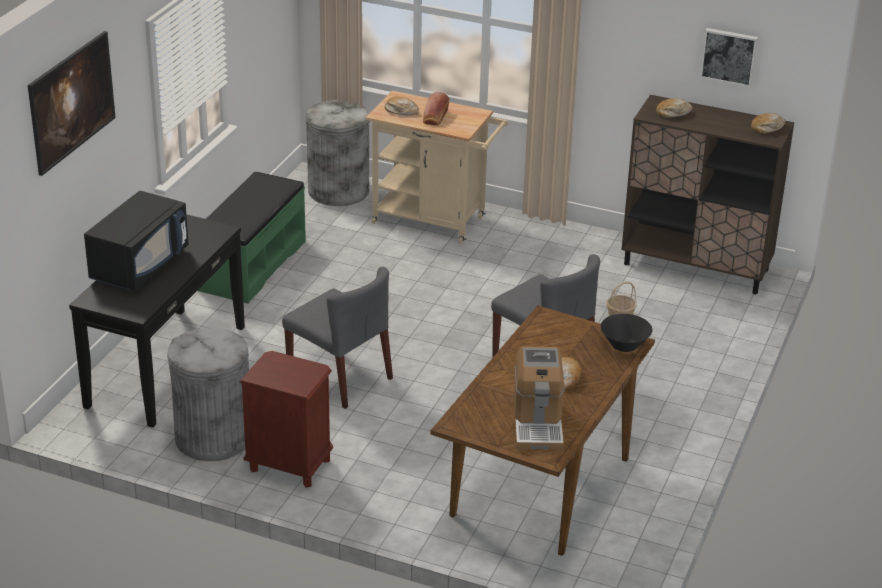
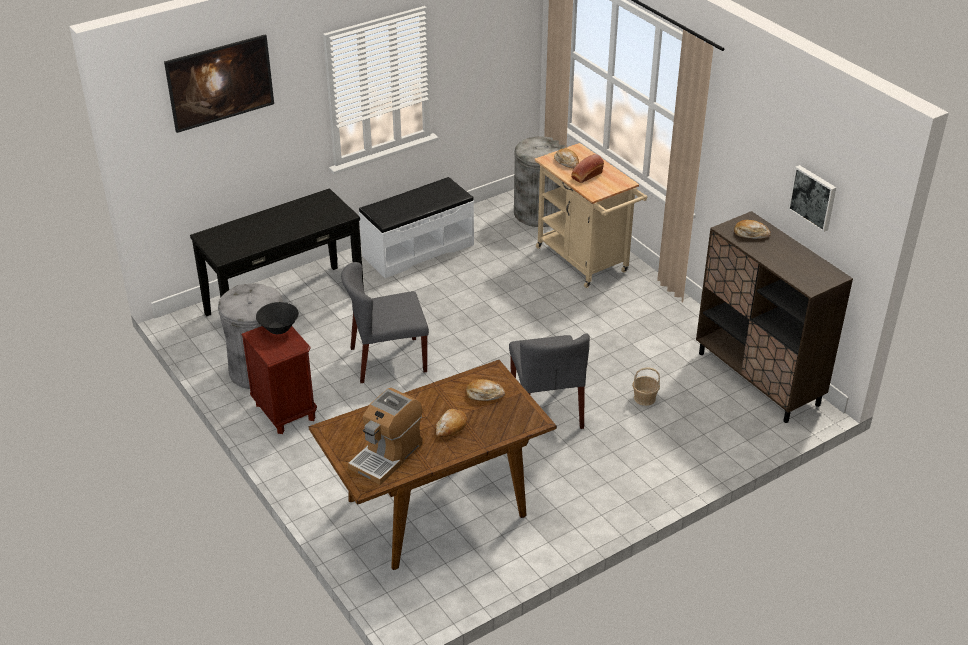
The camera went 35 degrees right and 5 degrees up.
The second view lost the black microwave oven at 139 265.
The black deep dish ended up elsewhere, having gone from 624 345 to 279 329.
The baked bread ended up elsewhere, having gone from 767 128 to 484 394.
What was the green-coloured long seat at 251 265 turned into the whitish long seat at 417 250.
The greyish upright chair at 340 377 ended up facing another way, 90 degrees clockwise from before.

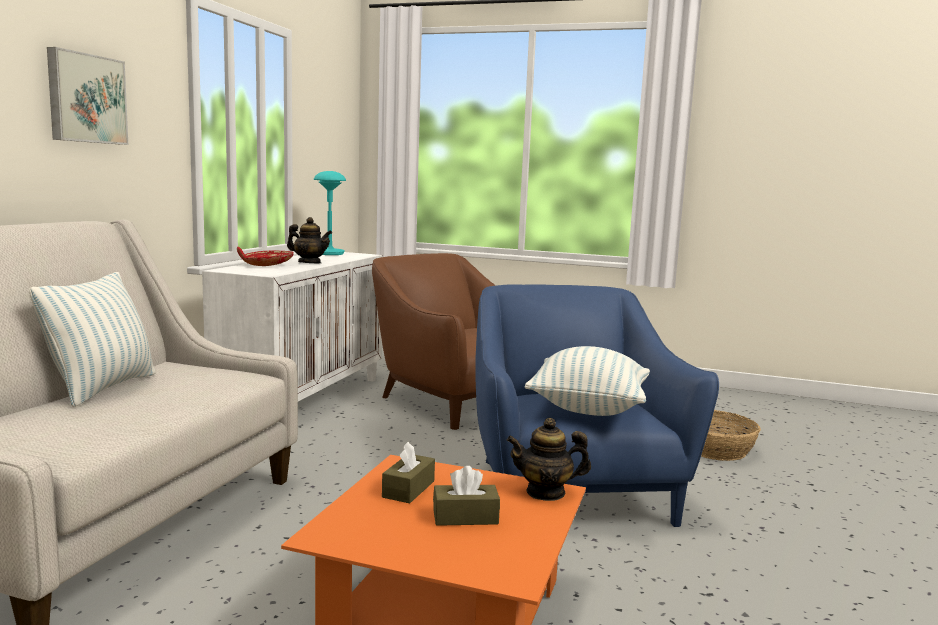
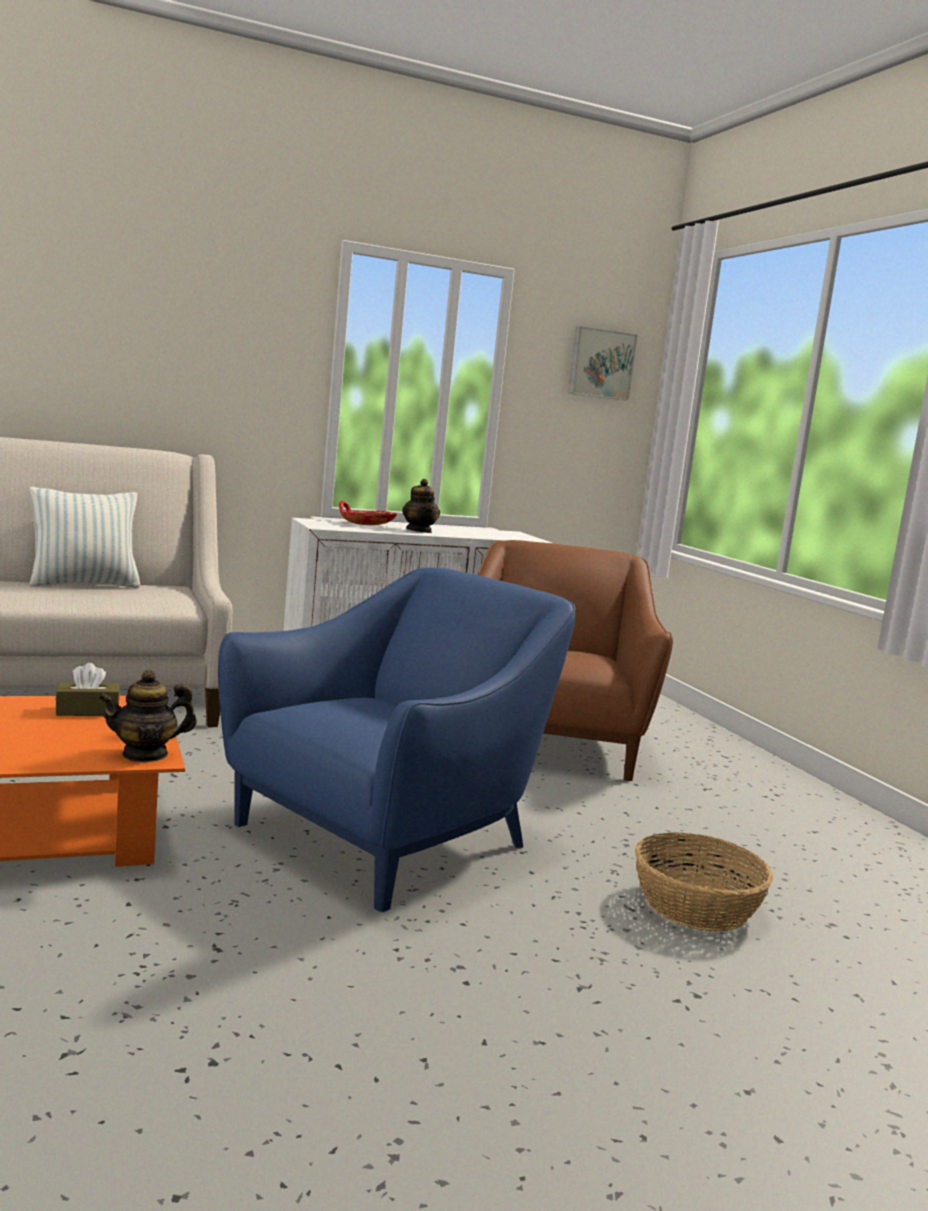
The camera went 50 degrees right and 0 degrees up.
The second view lost the turquoise table lamp at 329 253.
The second view lost the brown-coloured tissue holder at 465 517.
The second view lost the pillow at 588 408.
The wall art ended up elsewhere, having gone from 86 98 to 600 364.
The tea pot at 546 492 ended up facing another way, 75 degrees counterclockwise from before.

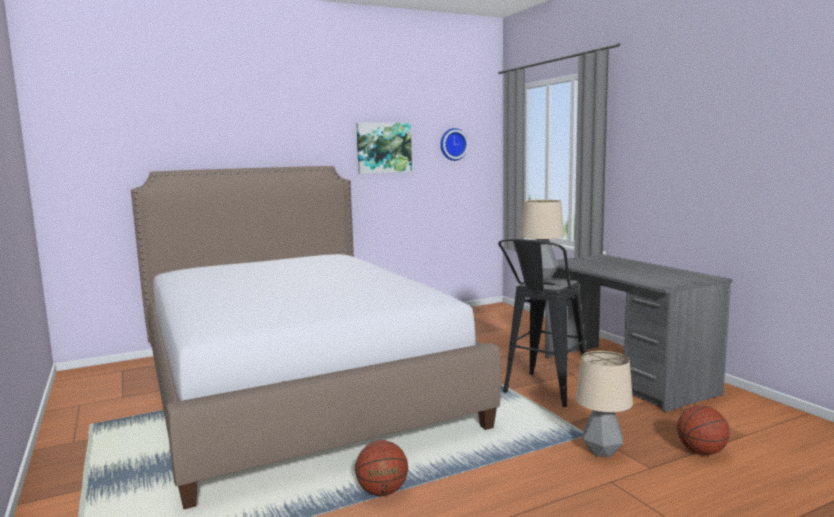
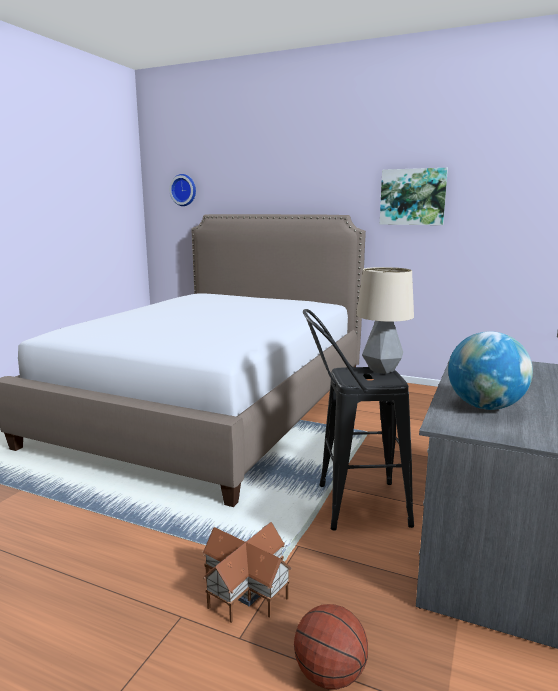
The camera went 50 degrees right and 5 degrees up.
The second view lost the ball for basketball at 382 492.
The second view gained the globe at 485 406.
The wall clock ended up elsewhere, having gone from 453 144 to 184 190.
Where the table lamp stood at 601 452, the miniature house came to stand at 246 588.

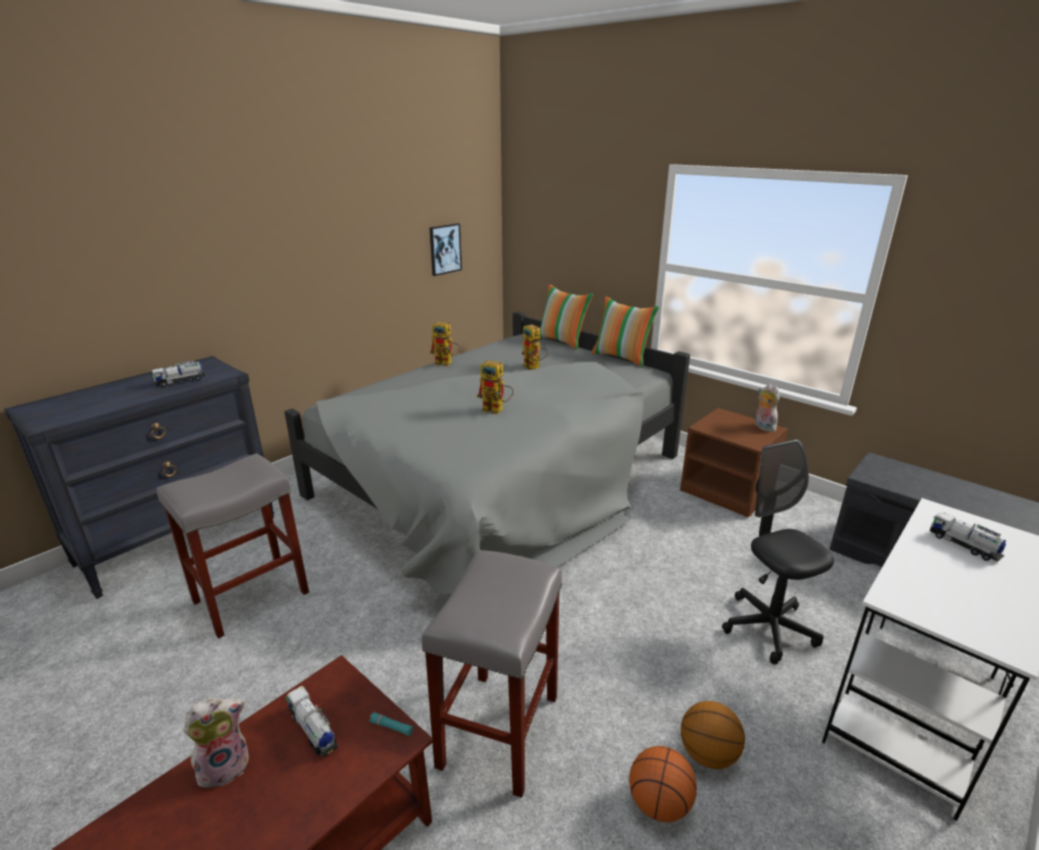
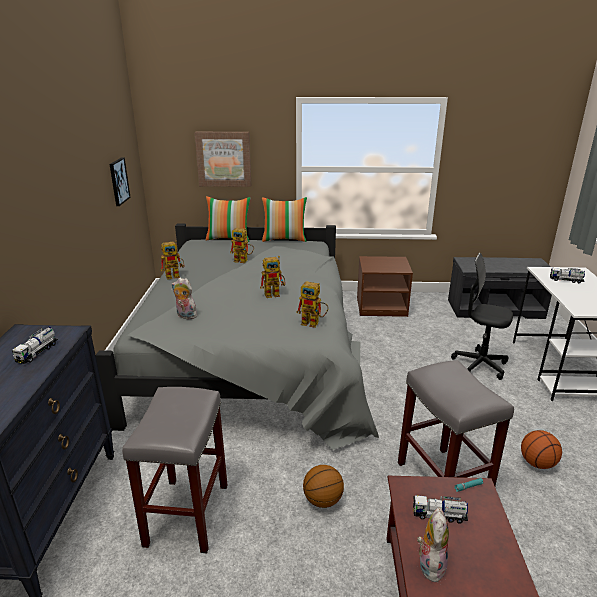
The camera went 40 degrees left and 0 degrees up.
The second view gained the wall art at 224 159.
The second view gained the robot figure at 314 323.
The ball for basketball ended up elsewhere, having gone from 707 754 to 322 500.
The plush toy ended up elsewhere, having gone from 762 427 to 185 316.

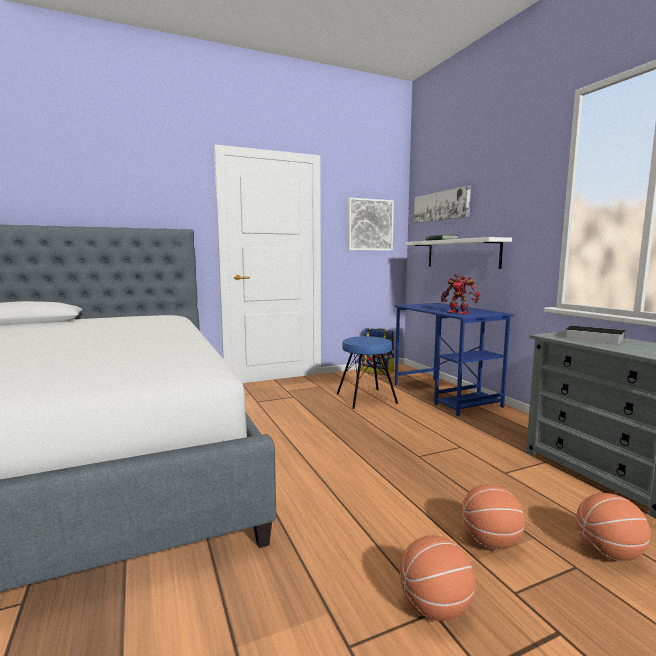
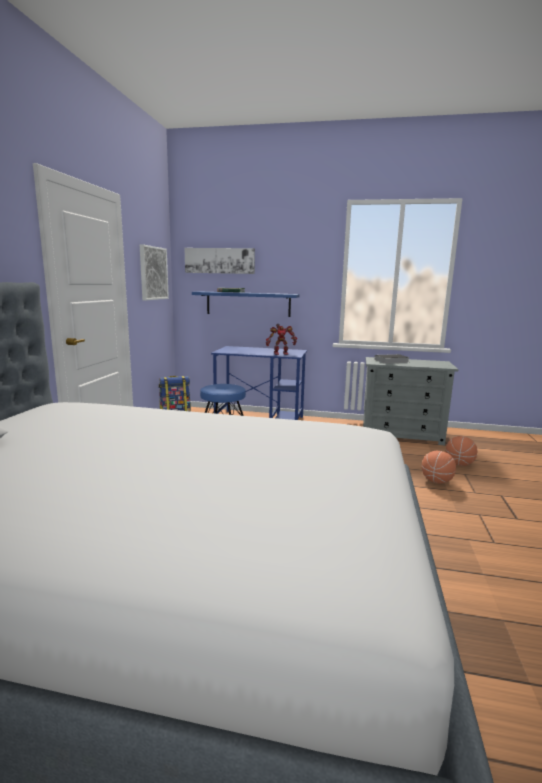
The camera went 55 degrees left and 5 degrees up.
The second view lost the ball for basketball at 435 607.
What was the whitish bracket shelf at 462 253 turned into the bluish bracket shelf at 248 304.

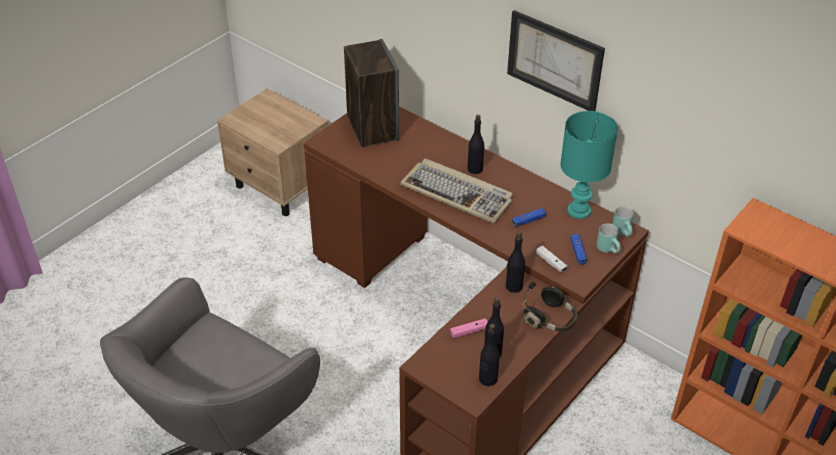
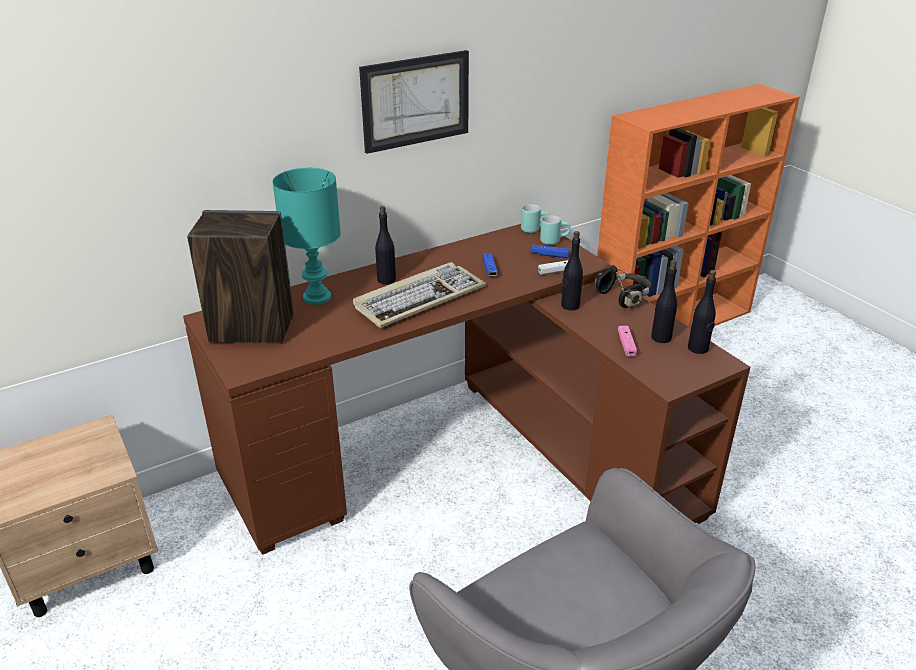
The camera went 70 degrees left and 10 degrees down.
The turquoise table lamp ended up elsewhere, having gone from 579 211 to 318 297.

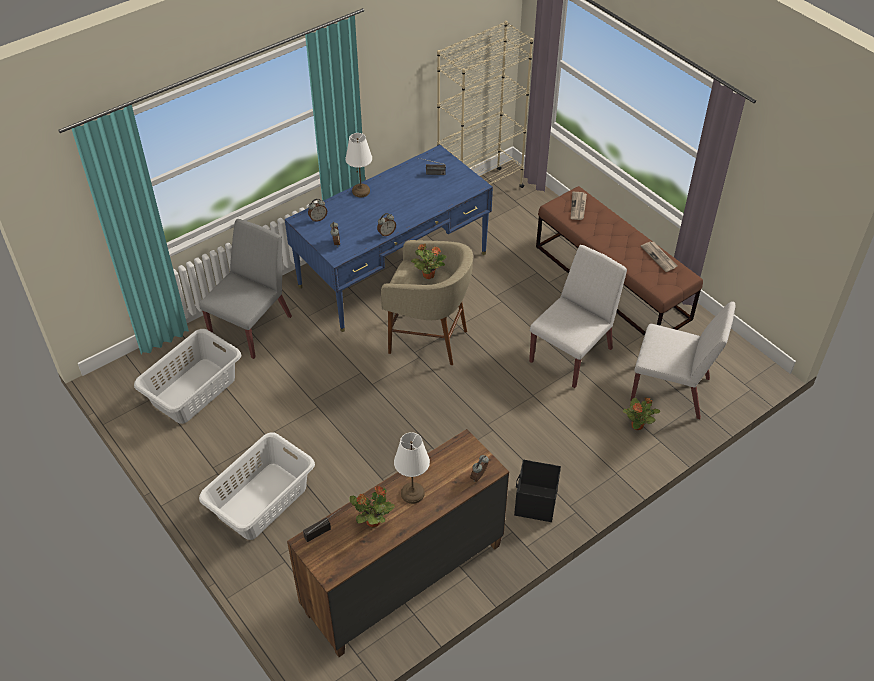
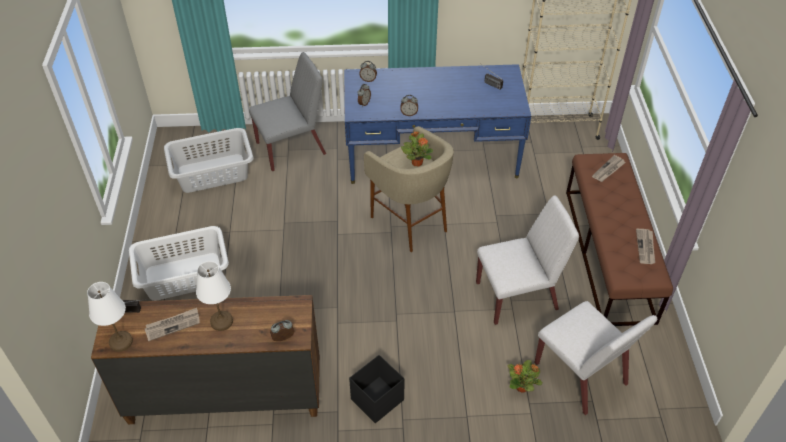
The camera went 35 degrees right and 0 degrees up.
The whitish table lamp ended up elsewhere, having gone from 361 191 to 121 341.
Where the houseplant stood at 372 521, the daily paper came to stand at 173 325.

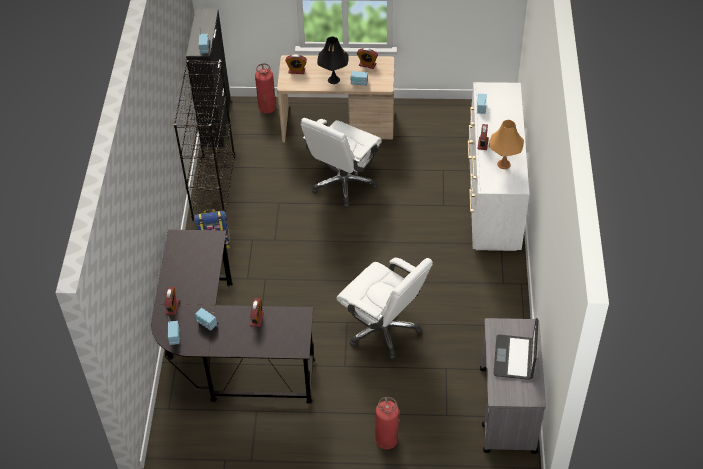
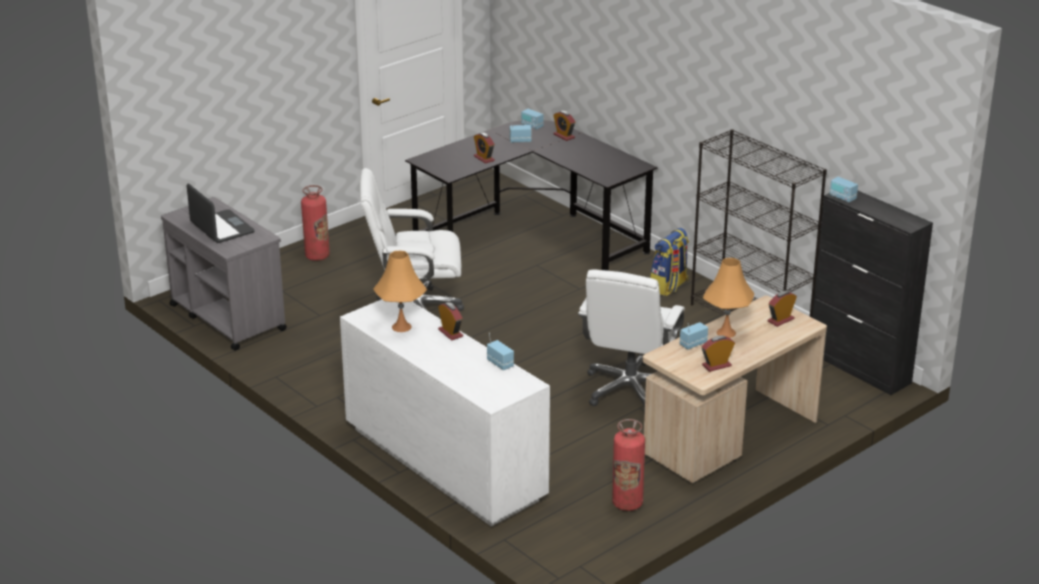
The camera went 135 degrees right and 20 degrees down.
The fire extinguisher ended up elsewhere, having gone from 267 108 to 627 503.
What was the black table lamp at 334 80 turned into the orange-coloured table lamp at 725 333.
The whitish office chair at 343 183 ended up facing another way, 150 degrees counterclockwise from before.

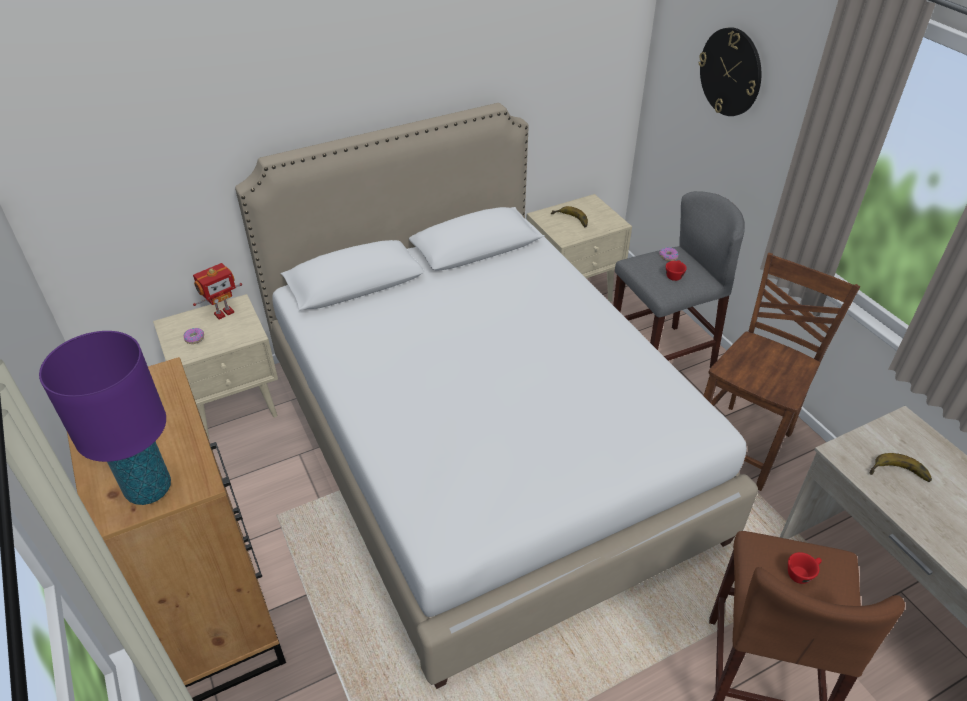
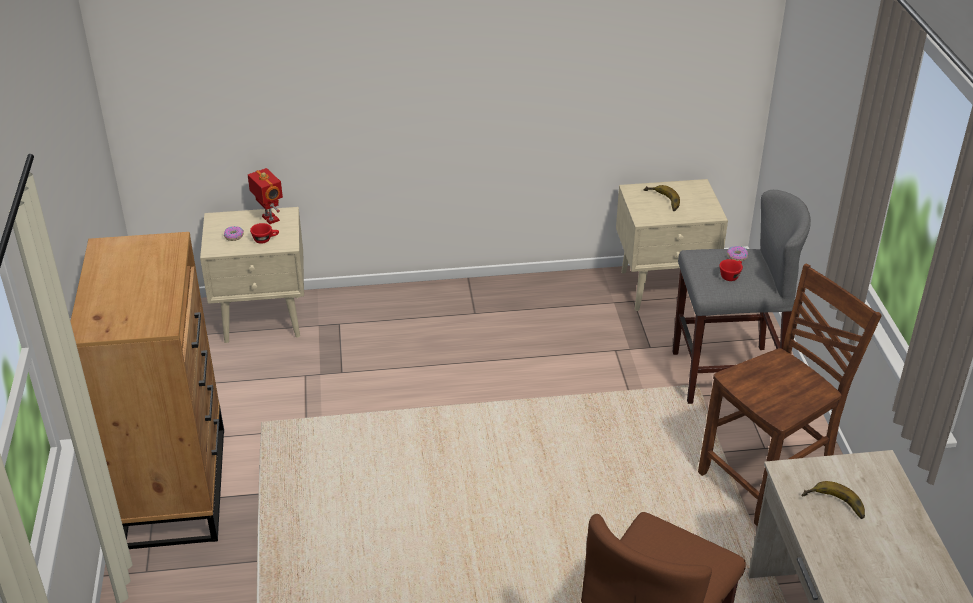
The camera went 20 degrees right and 5 degrees down.
The second view lost the purple-coloured table lamp at 148 489.
The second view lost the whitish bedroom bed at 482 446.
The second view lost the wall clock at 730 72.
The red-coloured small cup ended up elsewhere, having gone from 801 573 to 265 239.
The robot figure at 223 312 ended up facing another way, 105 degrees counterclockwise from before.

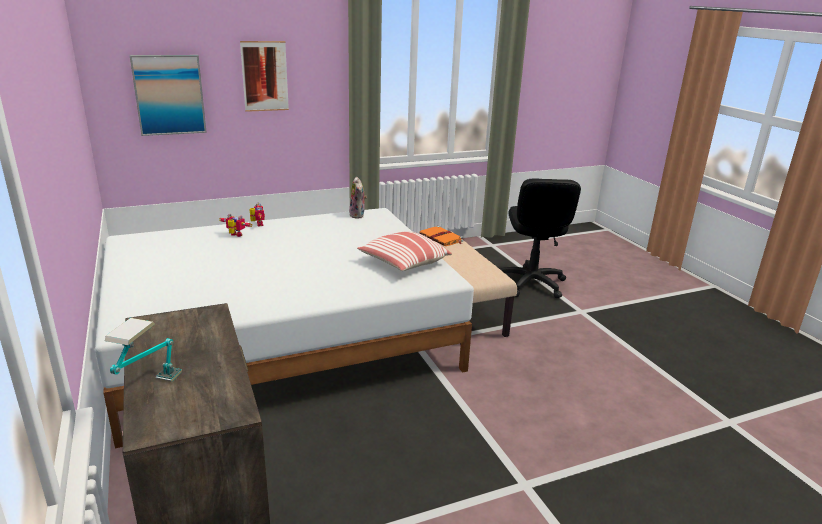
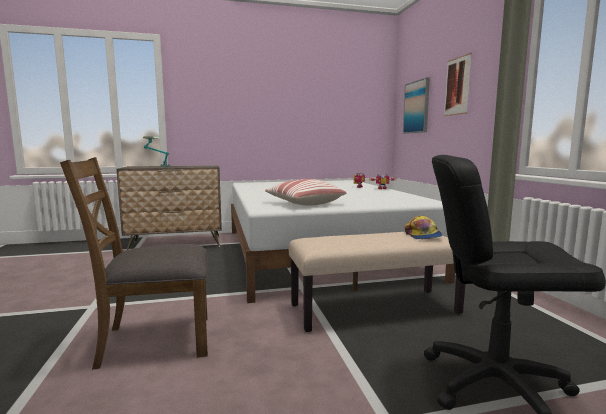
The camera went 100 degrees right and 15 degrees down.
The second view lost the plush toy at 358 215.
The second view gained the brown-coloured upright chair at 155 340.
Where the orange-coloured book stood at 441 238, the baseball cap came to stand at 423 235.

